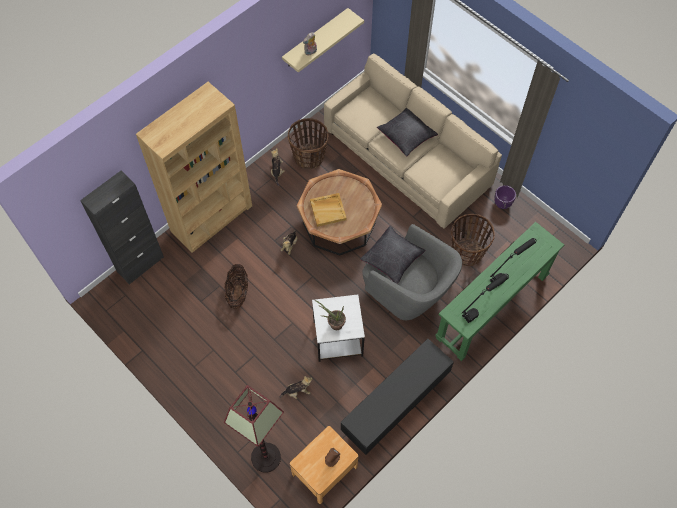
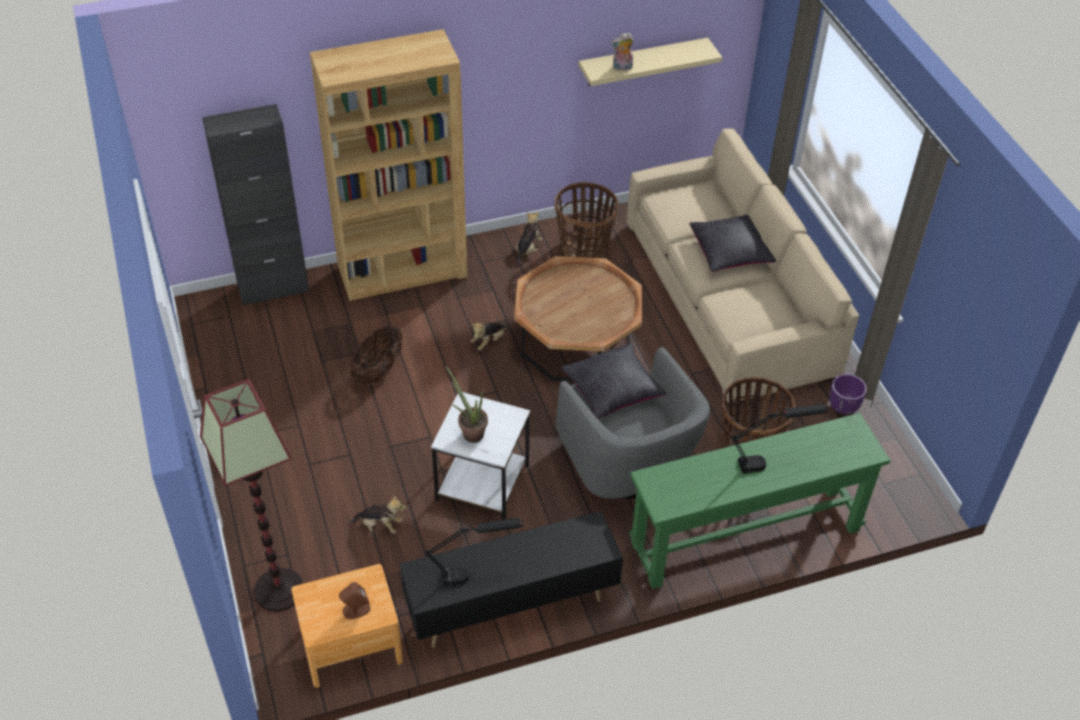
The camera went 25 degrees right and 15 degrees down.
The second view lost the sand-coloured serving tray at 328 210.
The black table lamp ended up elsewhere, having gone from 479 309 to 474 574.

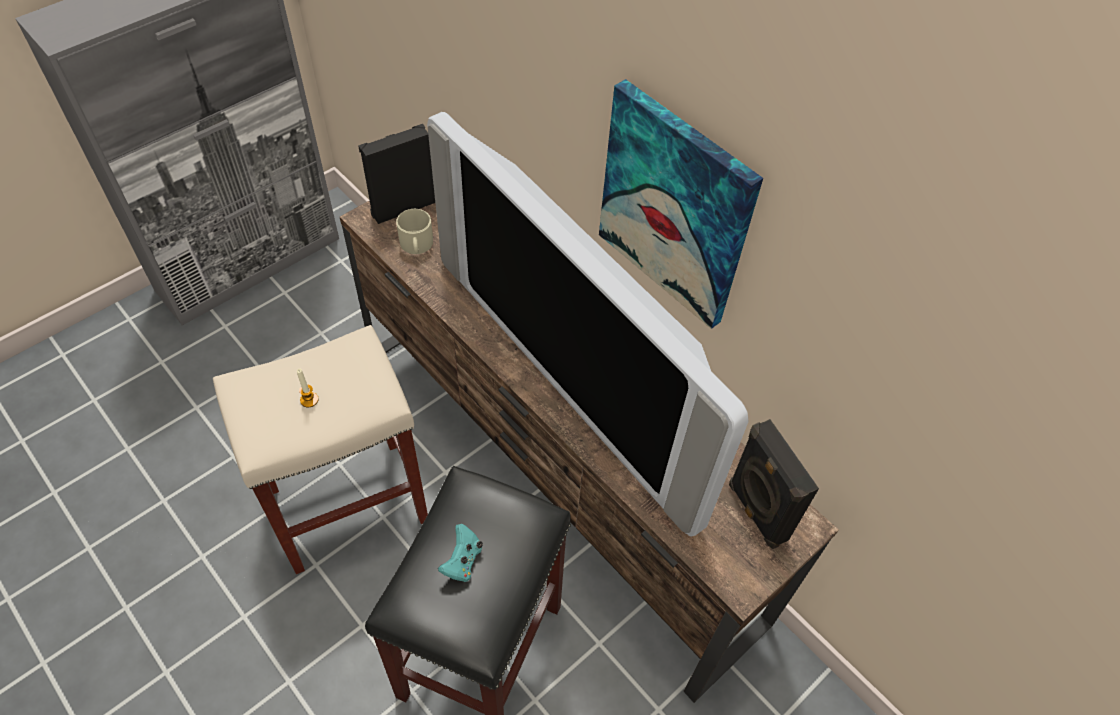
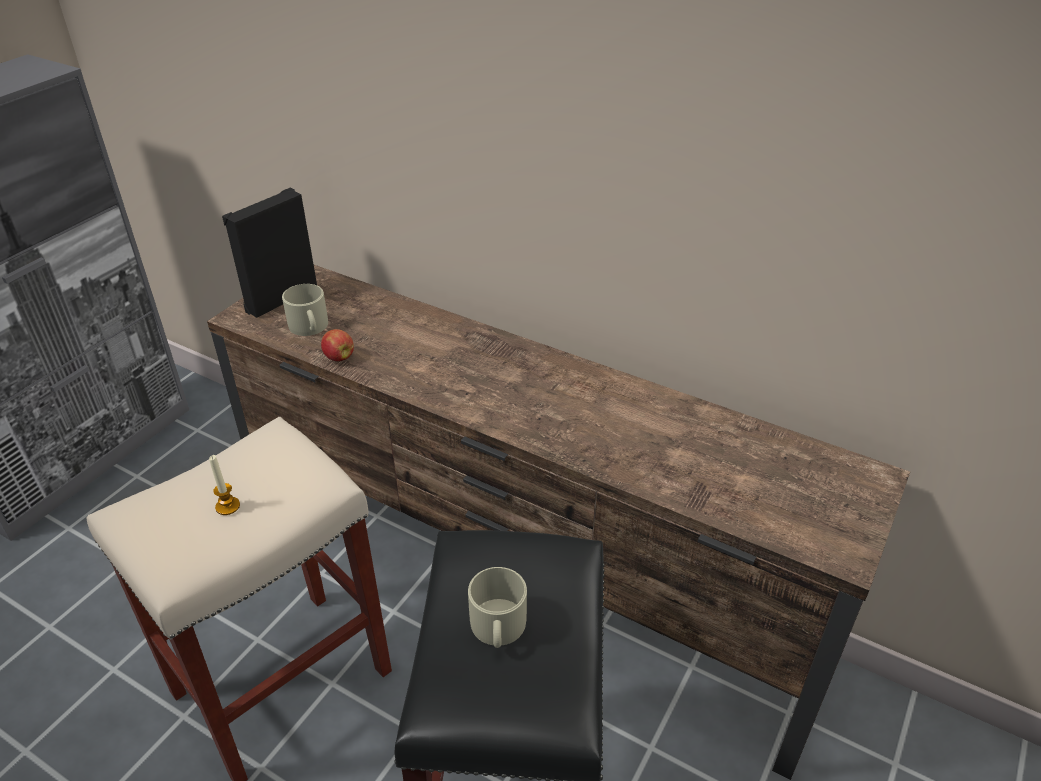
The camera went 15 degrees left and 15 degrees down.
The second view lost the TV at 570 377.
The second view lost the wall art at 675 206.
The second view lost the black loudspeaker at 755 512.
The second view gained the whole apple at 338 357.
Where the turquoise gamepad stood at 462 561, the sand-coloured coffee mug came to stand at 498 628.

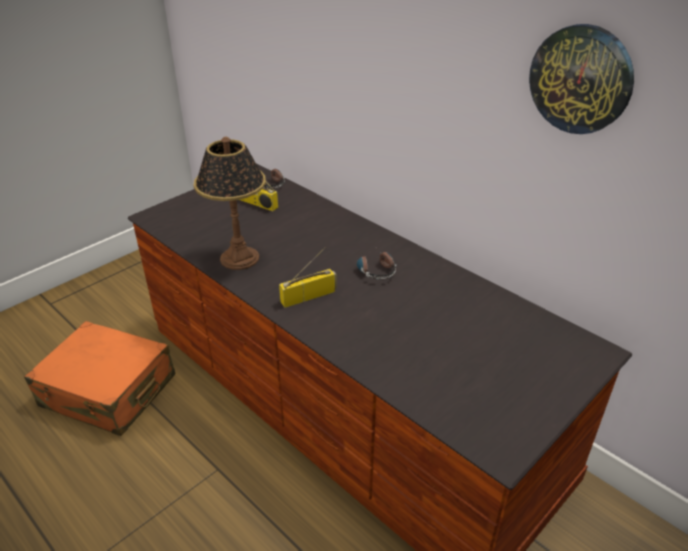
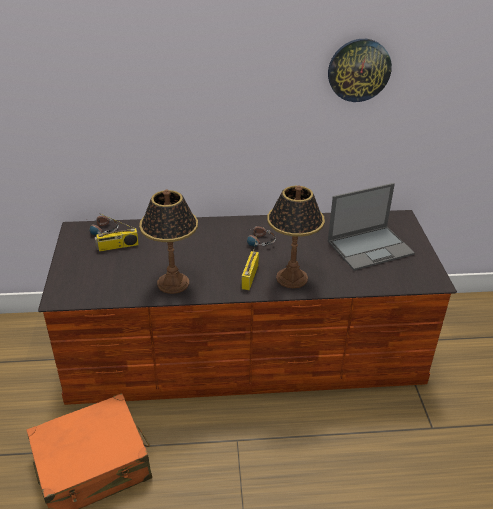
The camera went 50 degrees left and 0 degrees up.
The second view gained the table lamp at 291 278.
The second view gained the portable computer at 371 247.

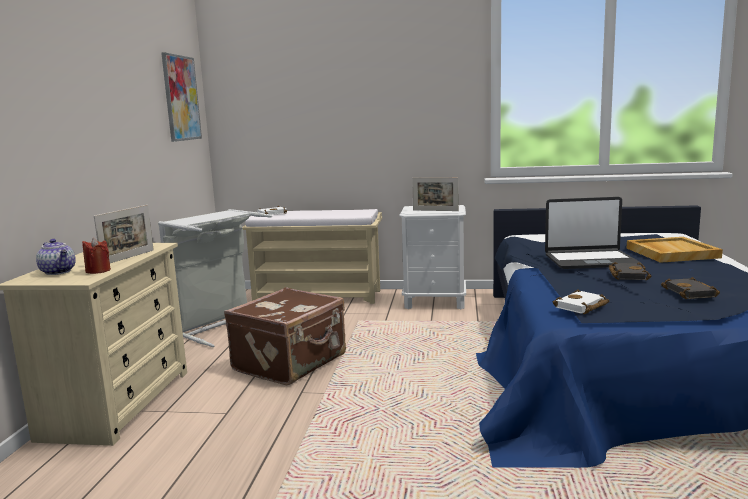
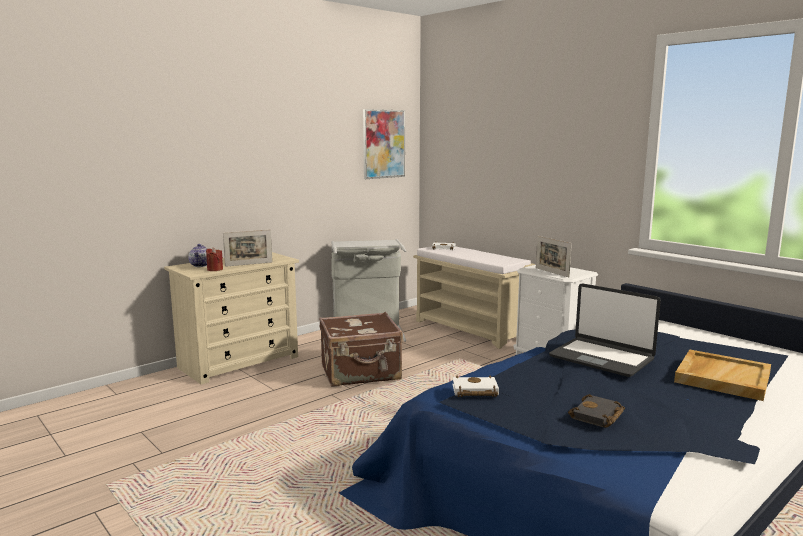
The camera went 40 degrees right and 0 degrees up.
The second view lost the black book at 627 275.

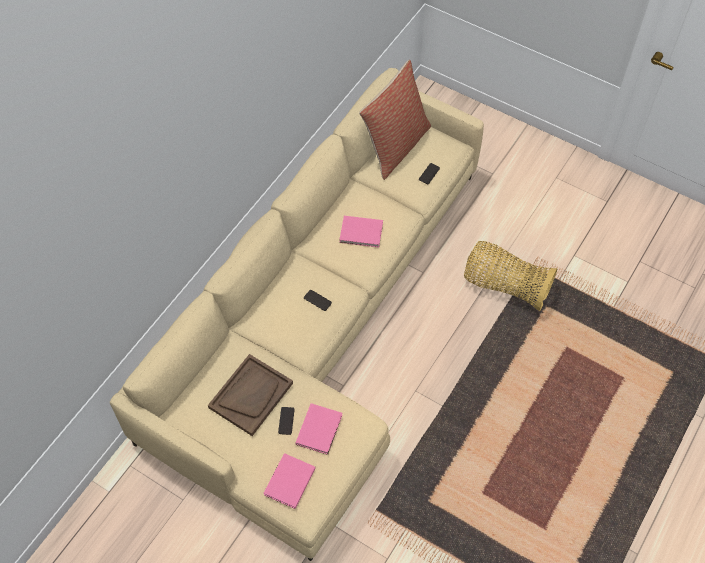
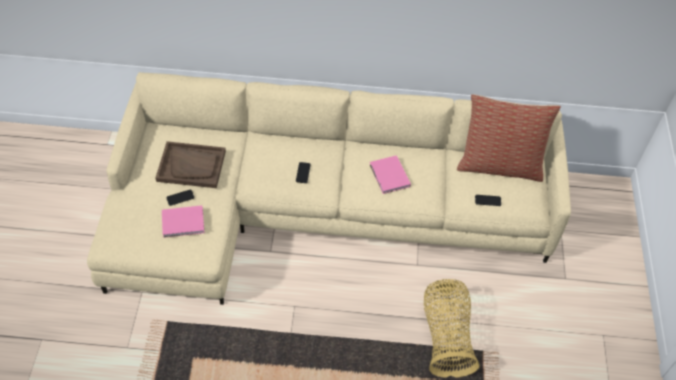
The camera went 60 degrees right and 5 degrees down.
The second view lost the pink book at 288 482.

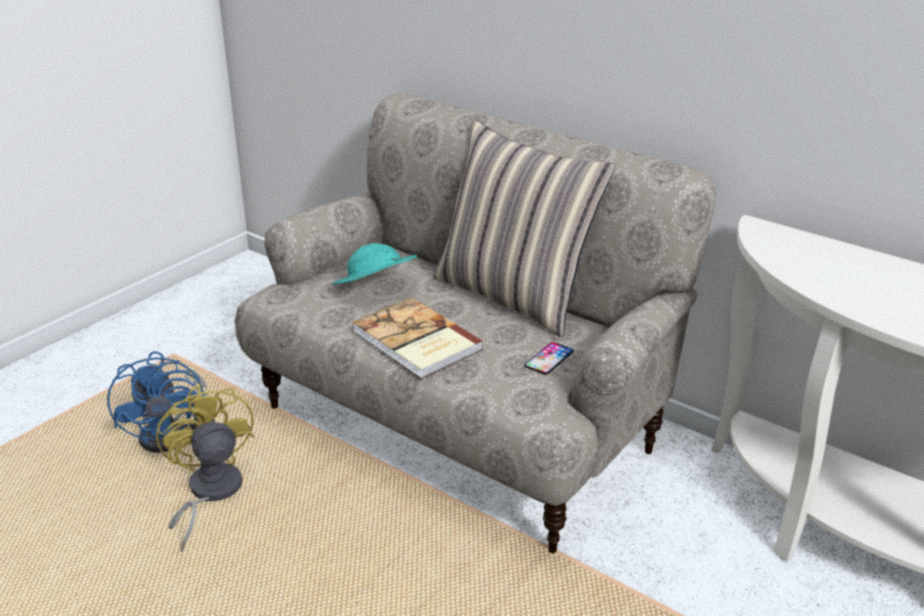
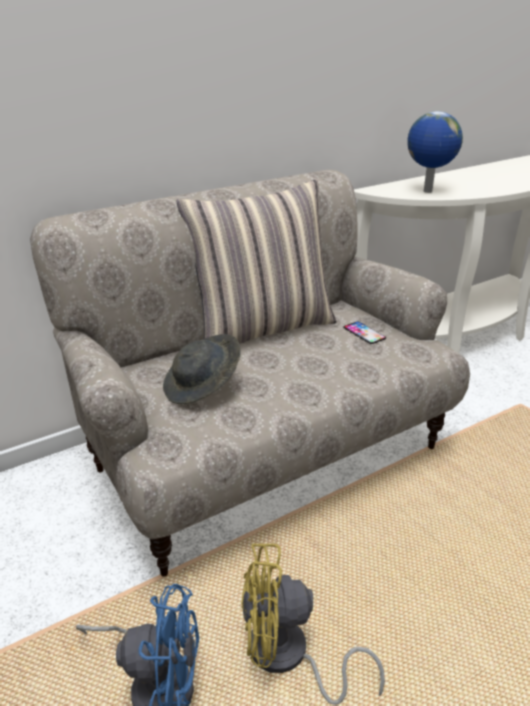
The camera went 70 degrees left and 0 degrees up.
The second view lost the book at 416 342.
The second view gained the globe at 427 191.
What was the turquoise hat at 375 289 turned into the greyish hat at 202 387.

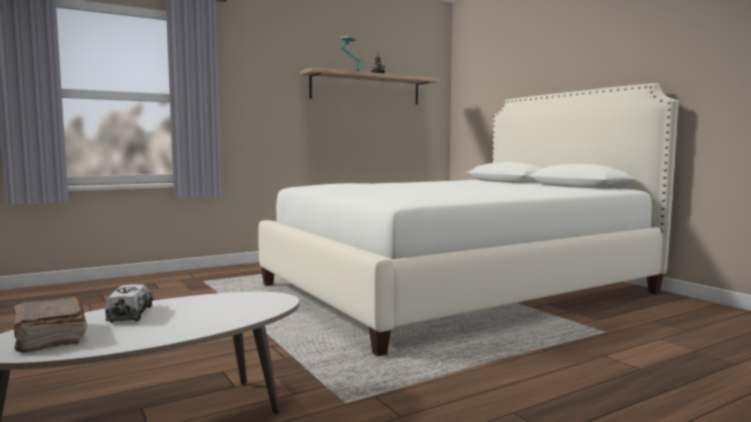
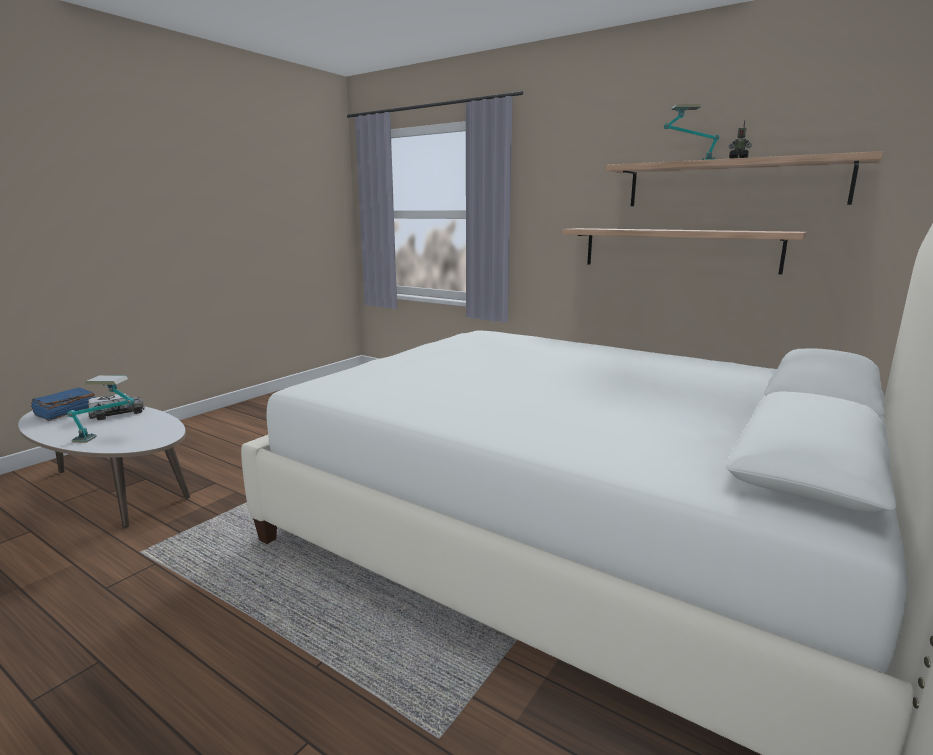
The camera went 65 degrees right and 10 degrees up.
The second view gained the table lamp at 108 440.
The second view gained the bracket shelf at 678 249.
What was the brown-coloured book at 49 338 turned into the bluish book at 65 412.

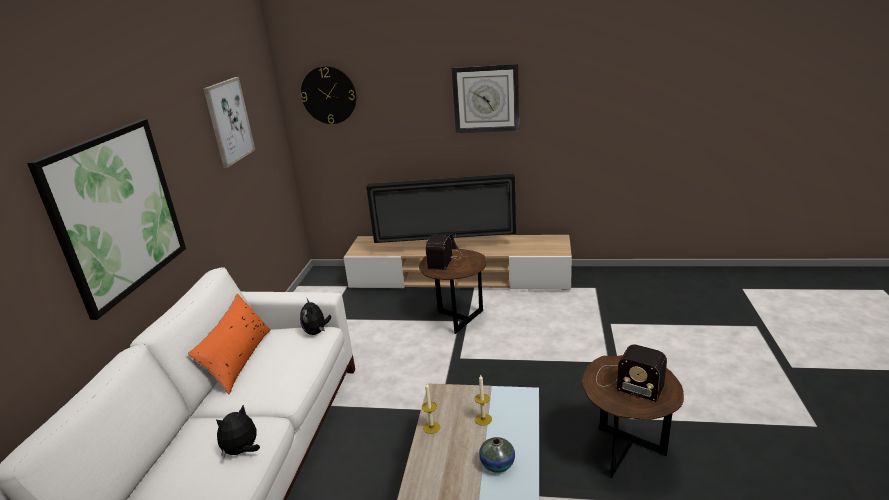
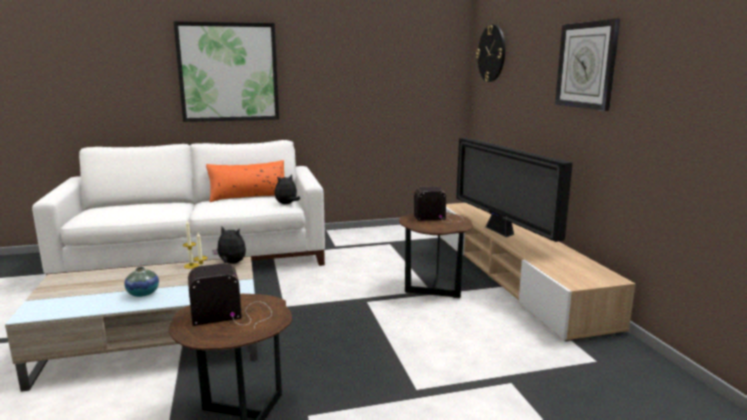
The camera went 65 degrees right and 10 degrees down.
The second view lost the wall art at 229 121.
The plush toy ended up elsewhere, having gone from 242 451 to 231 263.
The radio set at 626 382 ended up facing another way, 60 degrees clockwise from before.

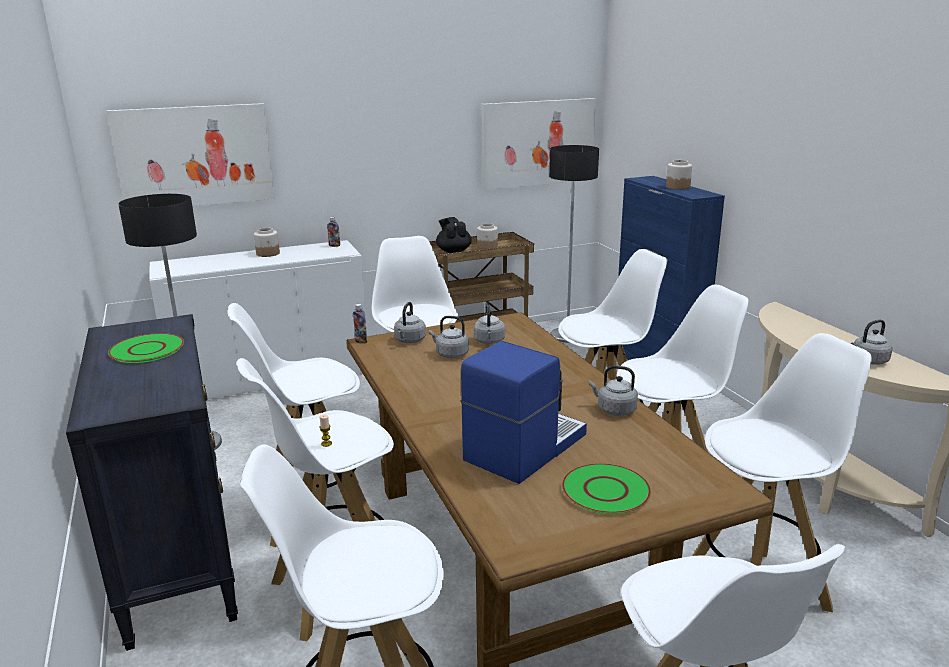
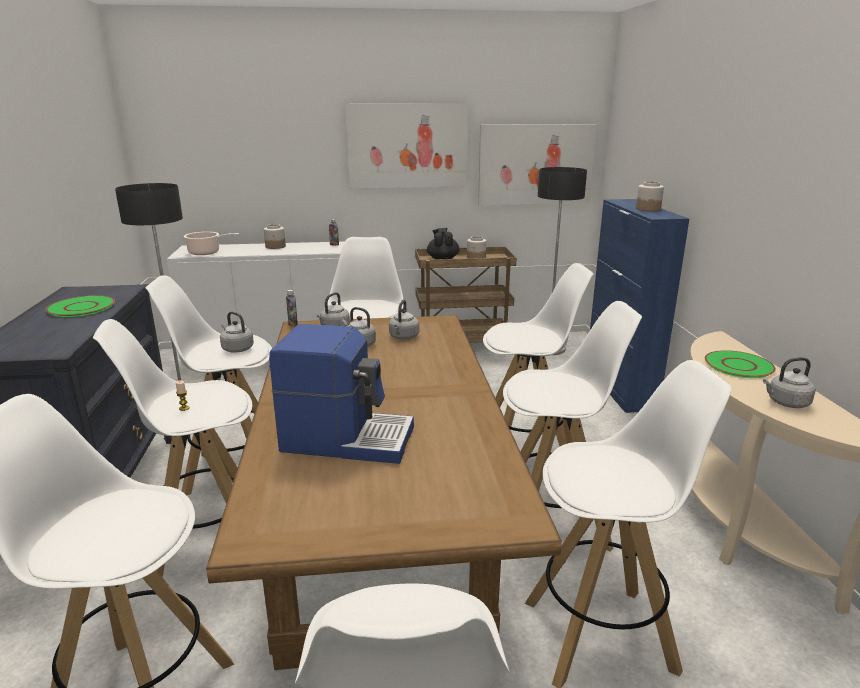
The camera went 15 degrees right and 0 degrees up.
The second view gained the saucepot at 206 252.
The wall art ended up elsewhere, having gone from 195 156 to 407 146.
The green-coloured plate ended up elsewhere, having gone from 605 490 to 738 365.
The greyish kettle ended up elsewhere, having gone from 614 410 to 236 349.
The coffee maker at 523 447 ended up facing another way, 45 degrees clockwise from before.

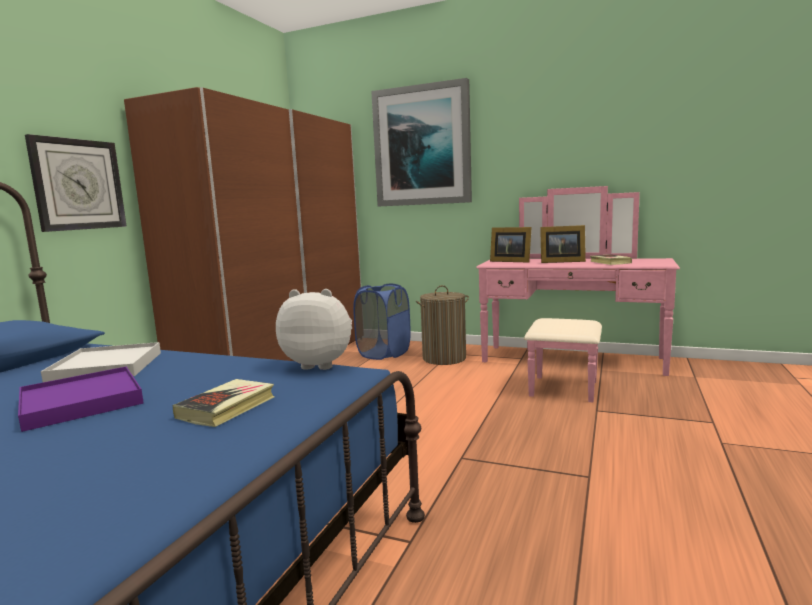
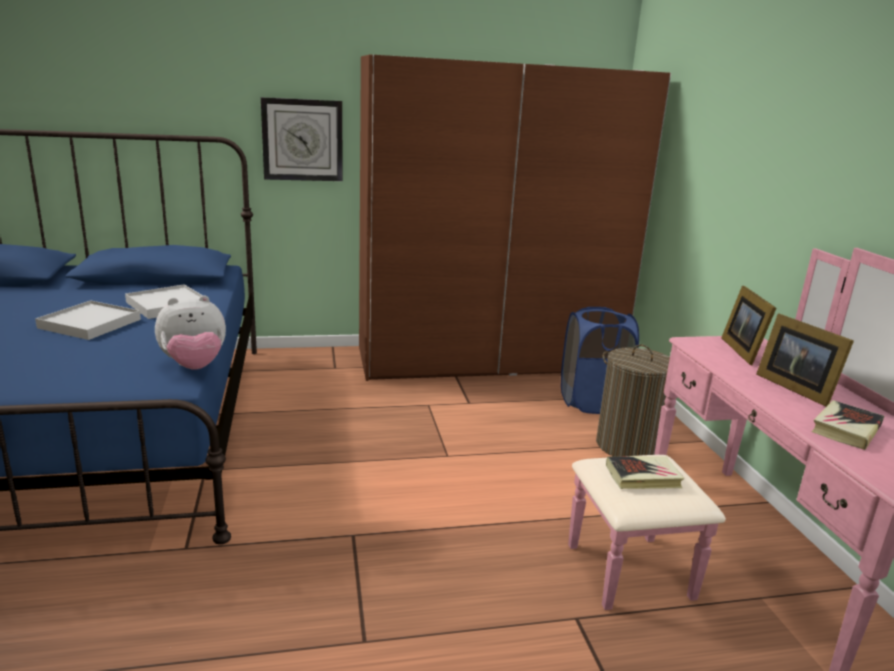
The camera went 55 degrees right and 10 degrees up.
The second view lost the wall art at 422 146.
The book ended up elsewhere, having gone from 227 408 to 643 477.
What was the purple-coloured serving tray at 81 402 turned into the whitish serving tray at 90 323.
The plush toy at 320 364 ended up facing another way, 90 degrees clockwise from before.

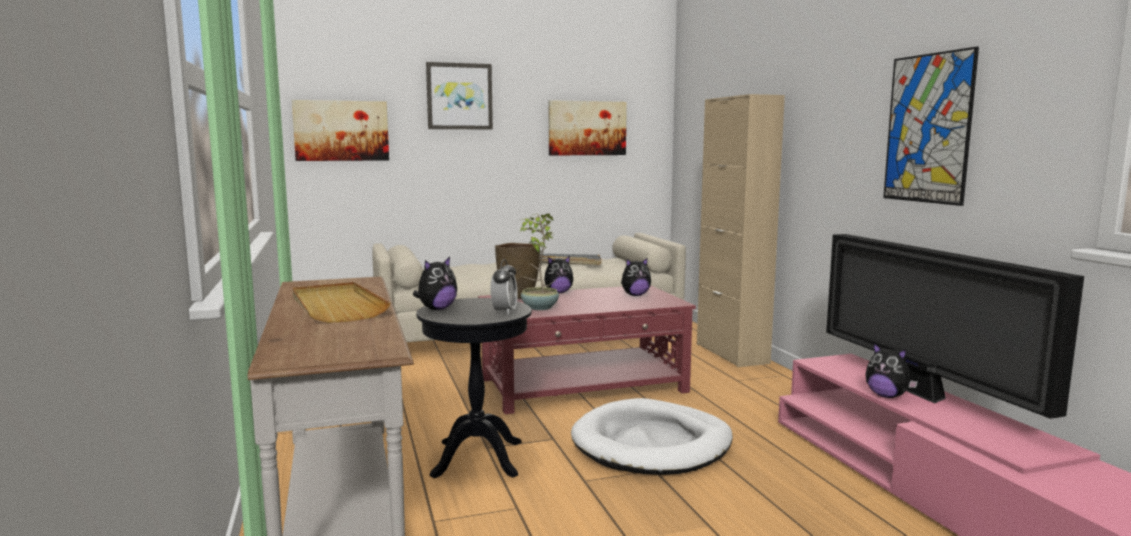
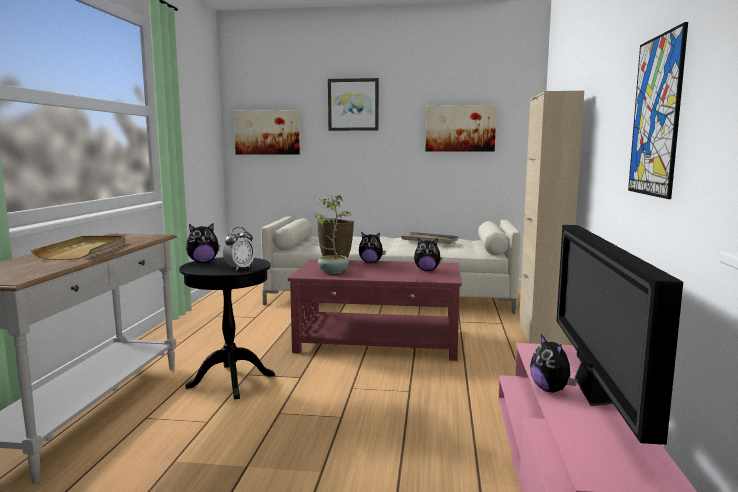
The camera went 25 degrees right and 0 degrees up.
The second view lost the whitish pet bed at 652 444.

